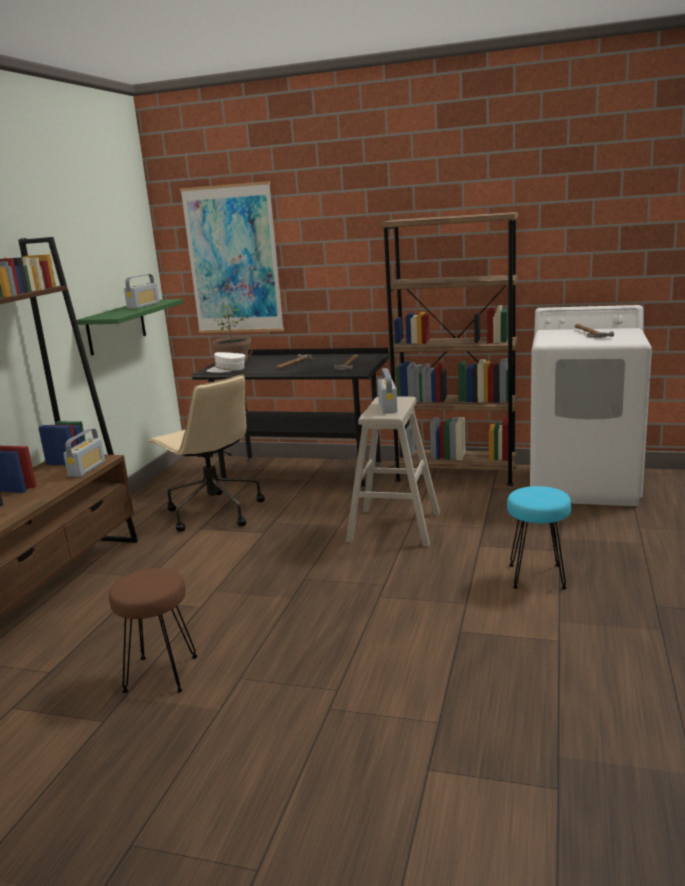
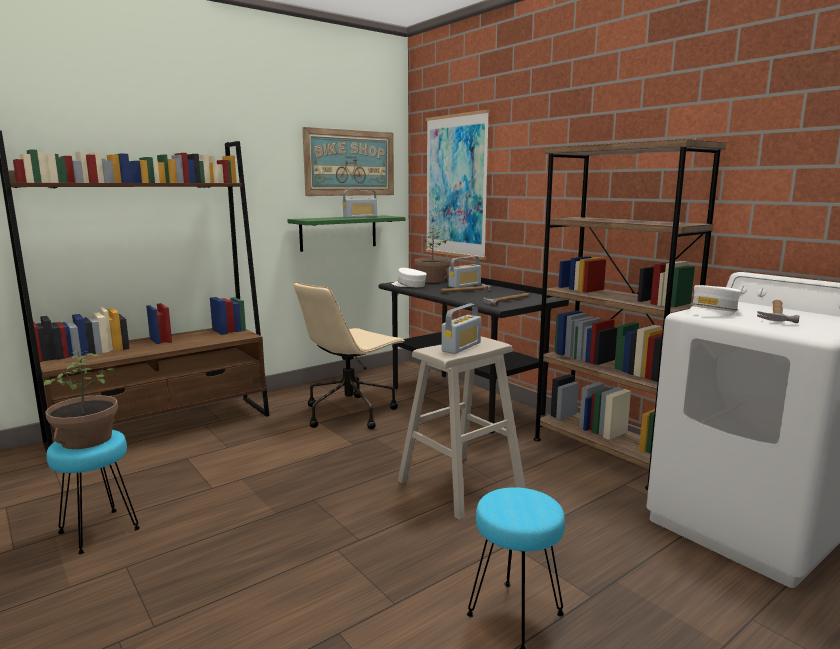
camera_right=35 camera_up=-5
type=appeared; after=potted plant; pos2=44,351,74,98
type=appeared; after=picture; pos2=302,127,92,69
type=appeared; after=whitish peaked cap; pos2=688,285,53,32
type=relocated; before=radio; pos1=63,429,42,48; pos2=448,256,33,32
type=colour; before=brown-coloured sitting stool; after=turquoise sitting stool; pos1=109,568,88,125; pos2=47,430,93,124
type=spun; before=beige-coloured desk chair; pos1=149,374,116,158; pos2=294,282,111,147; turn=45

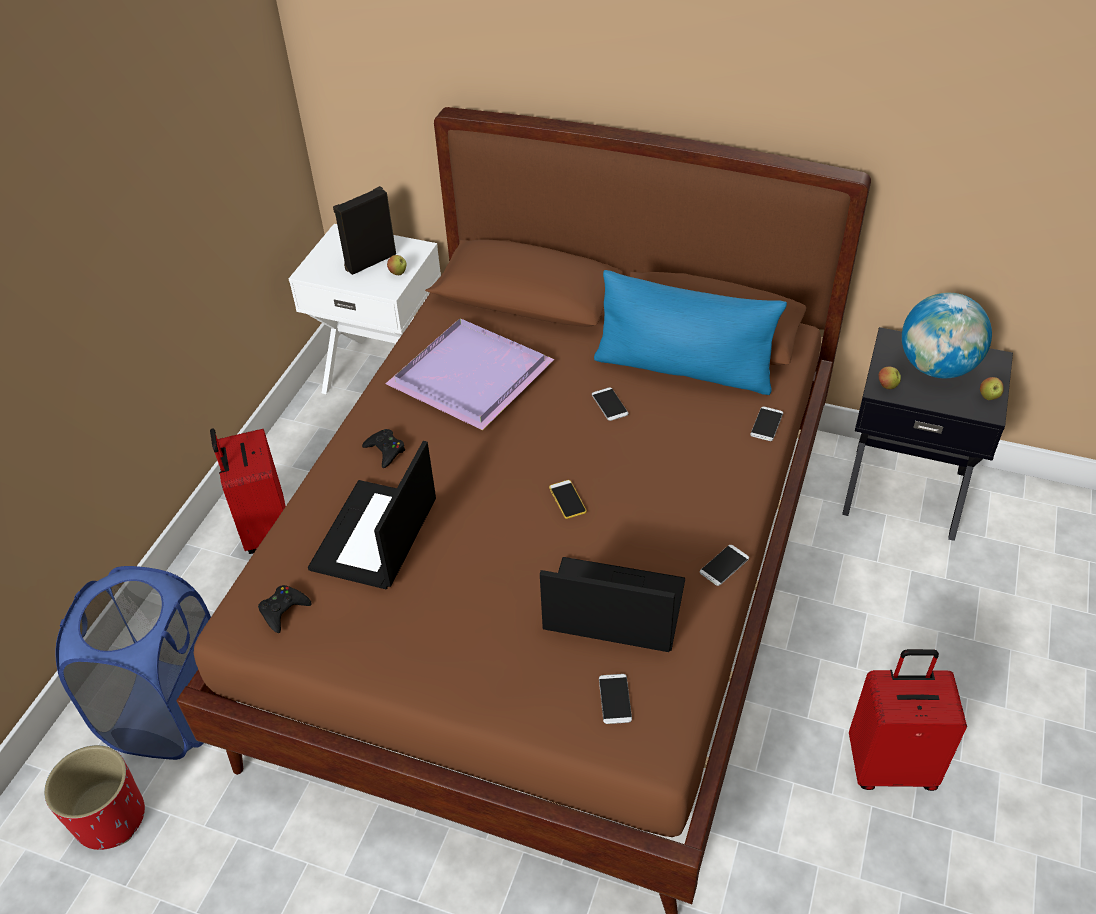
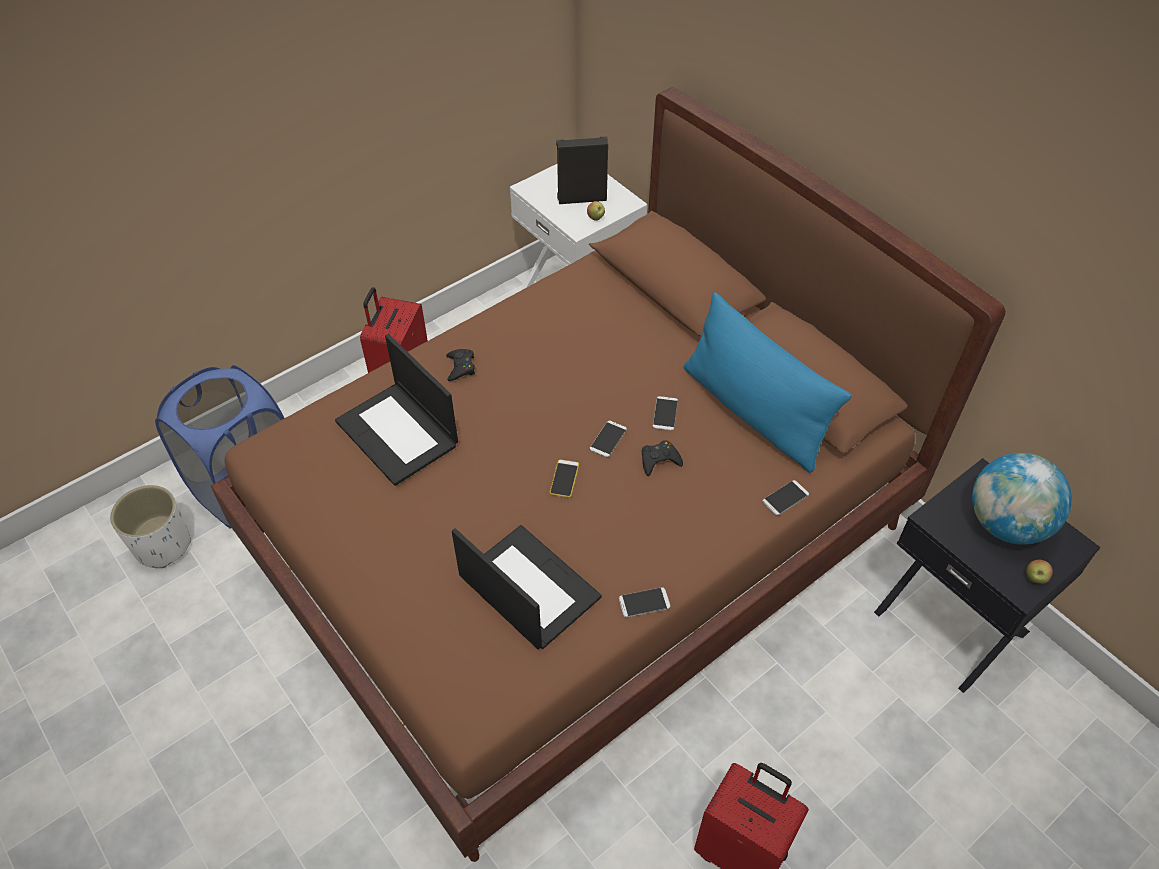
camera_right=30 camera_up=5
type=missing; before=purplish tray; pos1=385,318,169,112
type=missing; before=apple fruit; pos1=878,366,23,23
type=relocated; before=black-coloured game controller; pos1=258,585,54,48; pos2=642,440,41,36
type=relocated; before=telephone; pos1=599,674,33,50; pos2=590,421,37,36
type=colour; before=red-coloured plant pot; after=whitish plant pot; pos1=44,745,101,105; pos2=110,485,81,83
type=spun; before=laptop; pos1=308,441,128,148; pos2=335,334,123,152; turn=-90

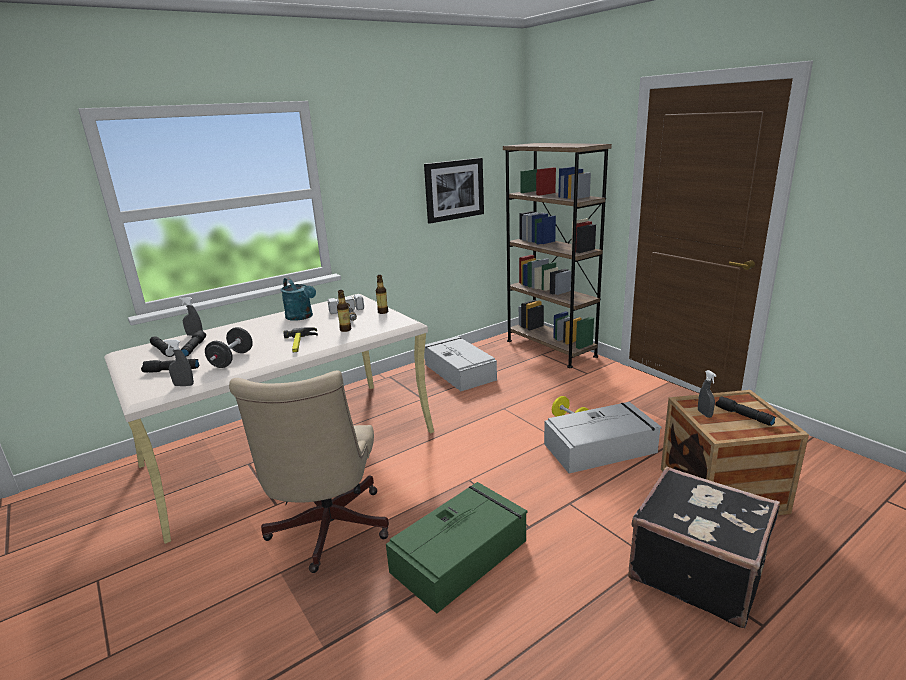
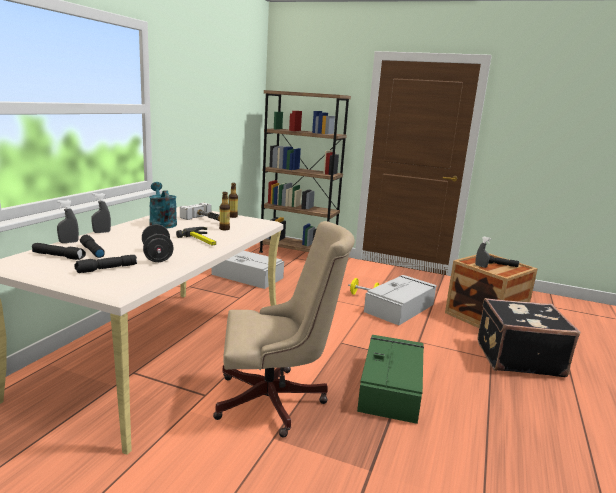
camera_right=-35 camera_up=-5
type=missing; before=picture; pos1=424,158,60,66
type=relocated; before=greyish sprayer; pos1=164,339,30,47; pos2=91,193,20,40
type=spun; before=beige-coloured desk chair; pos1=229,371,160,202; pos2=213,221,142,217; turn=-60
type=spun; before=turquoise sprinkling can; pos1=281,277,35,44; pos2=149,182,28,47; turn=-135

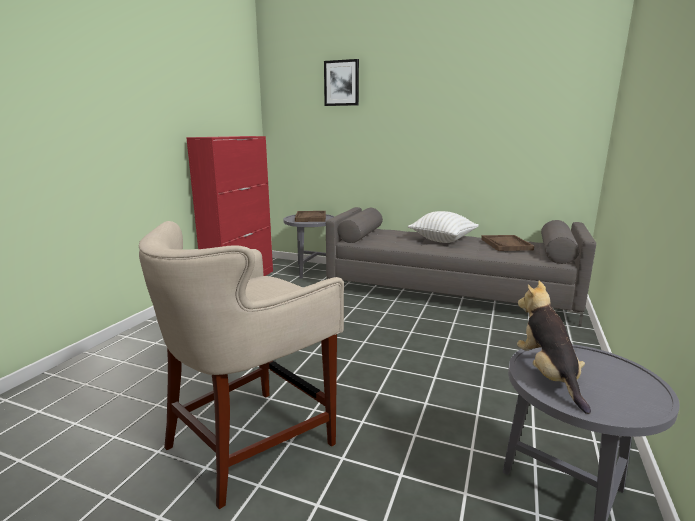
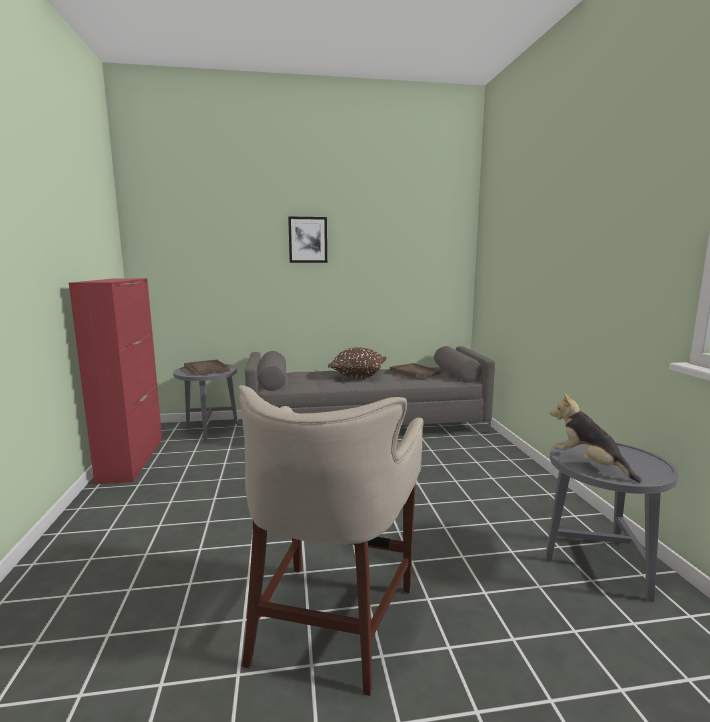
camera_right=-30 camera_up=-5
type=relocated; before=picture; pos1=324,59,35,47; pos2=288,216,39,47
type=colour; before=whitish cushion; after=brown-coloured cushion; pos1=408,211,71,32; pos2=328,347,59,31

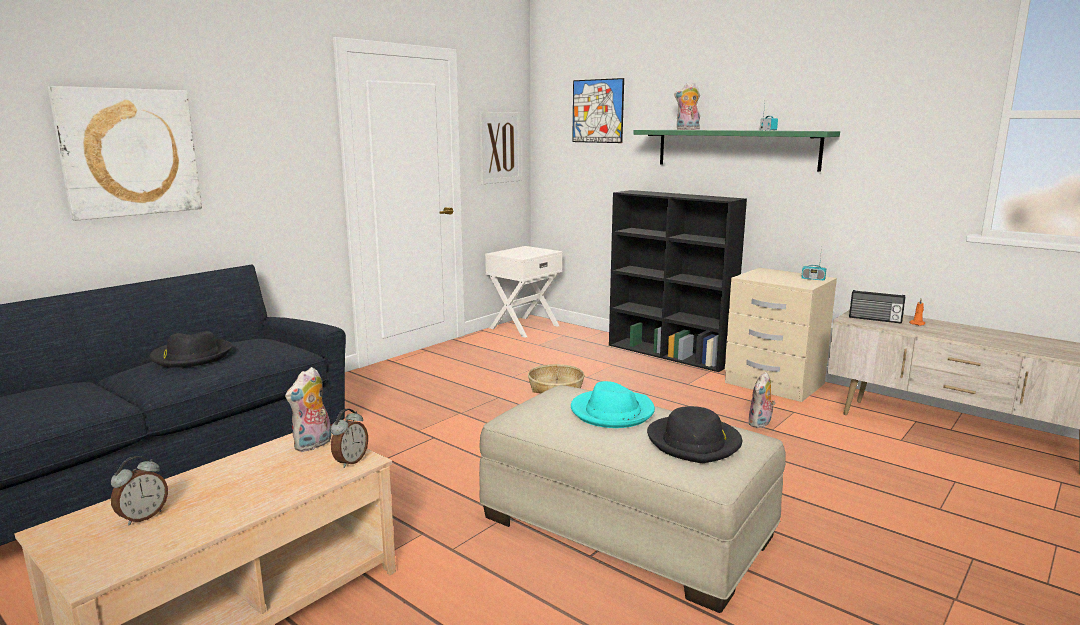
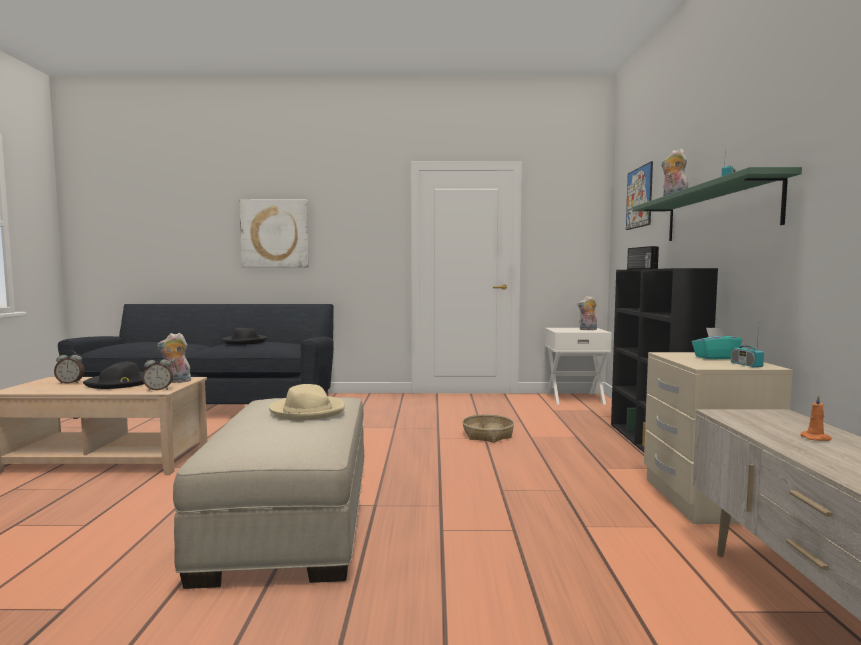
camera_right=50 camera_up=-10
type=missing; before=picture; pos1=479,112,42,72
type=appeared; after=turquoise tissue holder; pos2=692,327,50,32
type=relocated; before=black-coloured clothing hat; pos1=647,406,95,57; pos2=83,362,61,27
type=relocated; before=cuddly toy; pos1=748,372,27,56; pos2=577,296,20,34
type=relocated; before=radio; pos1=849,290,57,34; pos2=627,246,32,23
type=colour; before=turquoise clothing hat; after=beige-coloured clothing hat; pos1=571,381,84,47; pos2=269,384,76,36

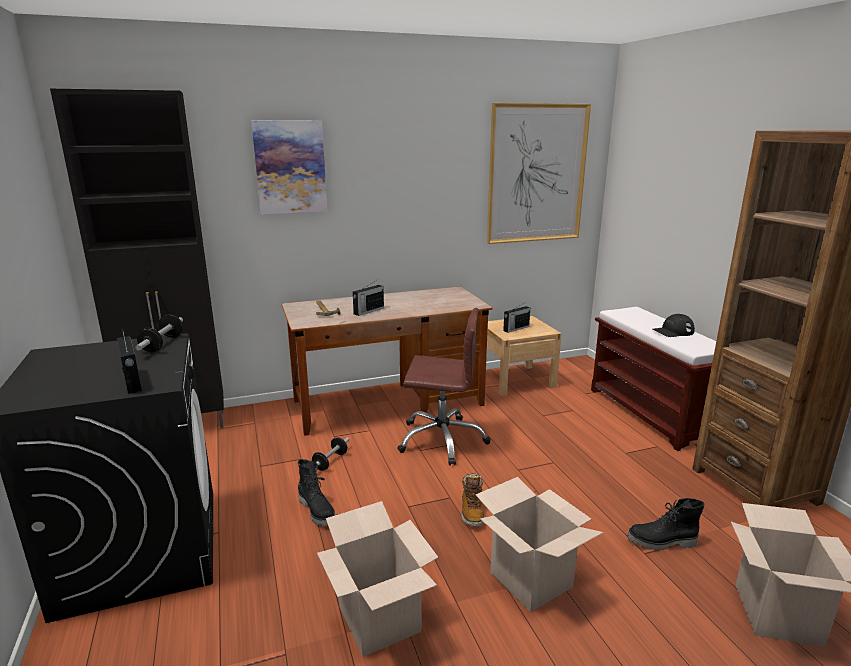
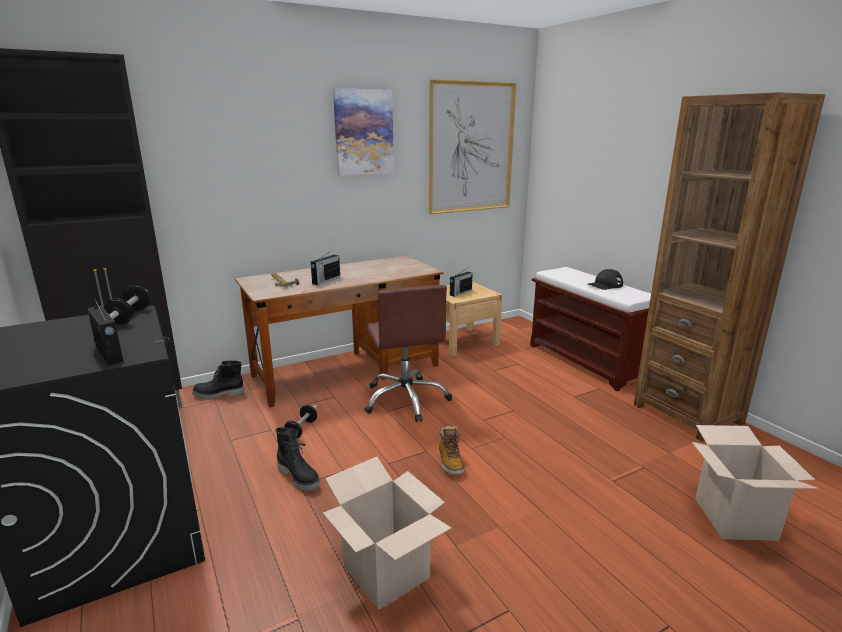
camera_right=-10 camera_up=0
type=missing; before=packing box; pos1=475,477,128,135
type=relocated; before=picture; pos1=251,120,76,94; pos2=333,88,61,88
type=relocated; before=black-coloured tall boot; pos1=627,498,78,53; pos2=192,360,52,39
type=spun; before=brown-coloured desk chair; pos1=398,308,93,158; pos2=364,285,88,137; turn=75

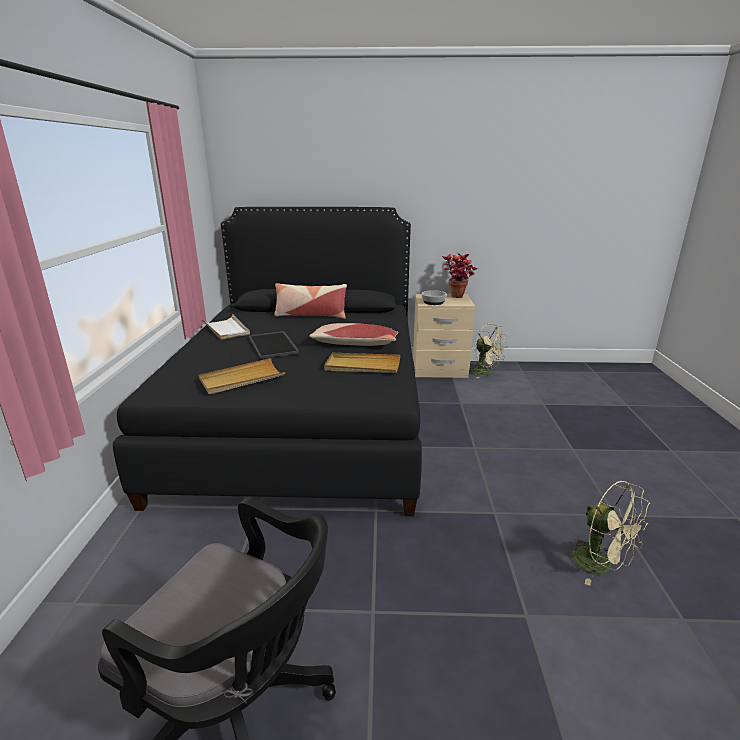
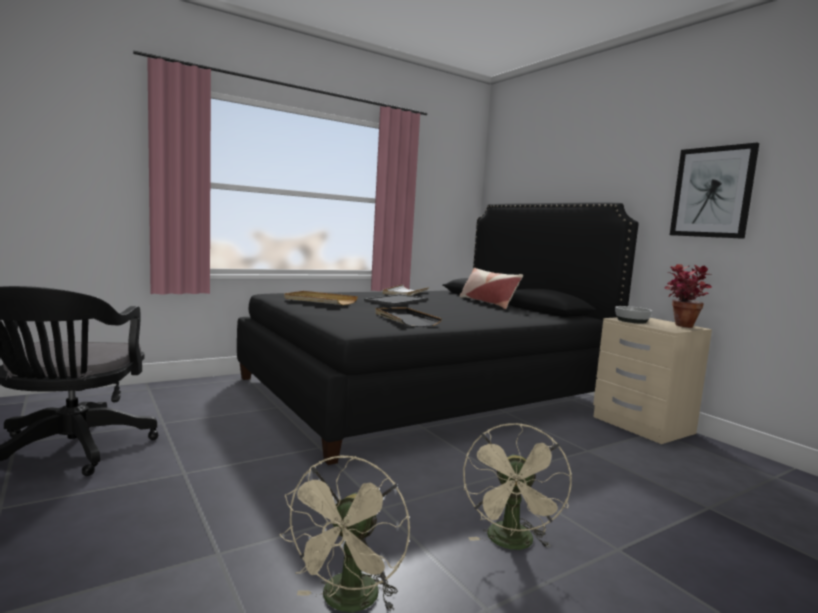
camera_right=55 camera_up=-15
type=missing; before=cushion; pos1=309,323,89,23
type=appeared; after=picture; pos2=670,143,89,96
type=relocated; before=beige-coloured cooling fan; pos1=471,324,37,55; pos2=463,423,109,127
type=colour; before=beige-coloured tray; after=black-coloured tray; pos1=324,353,76,20; pos2=375,307,67,20

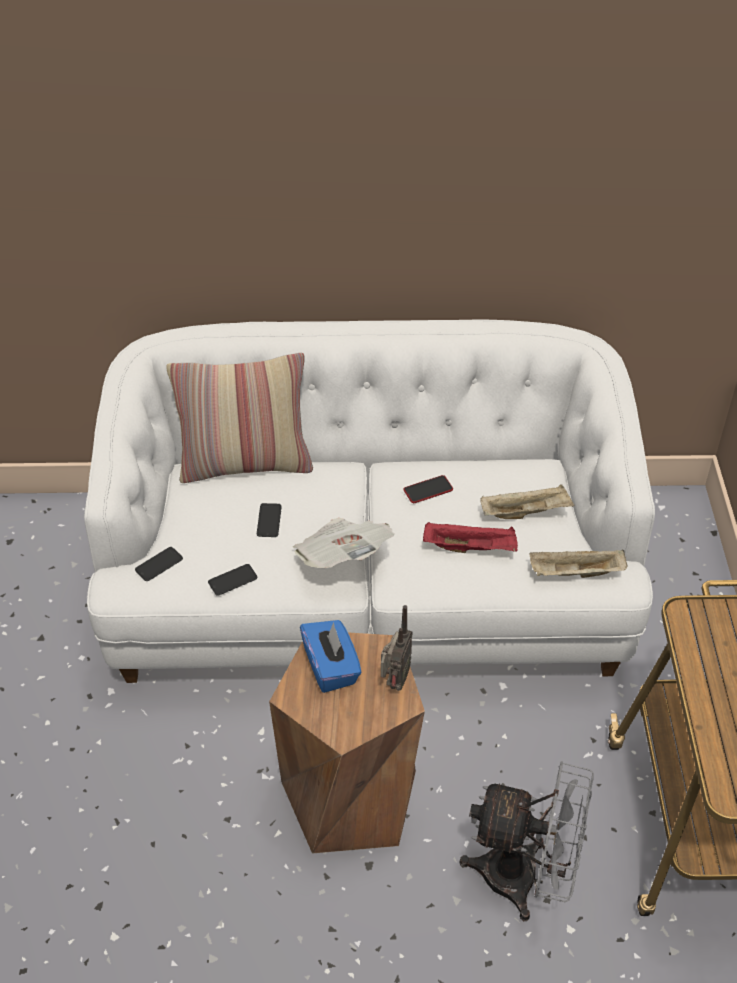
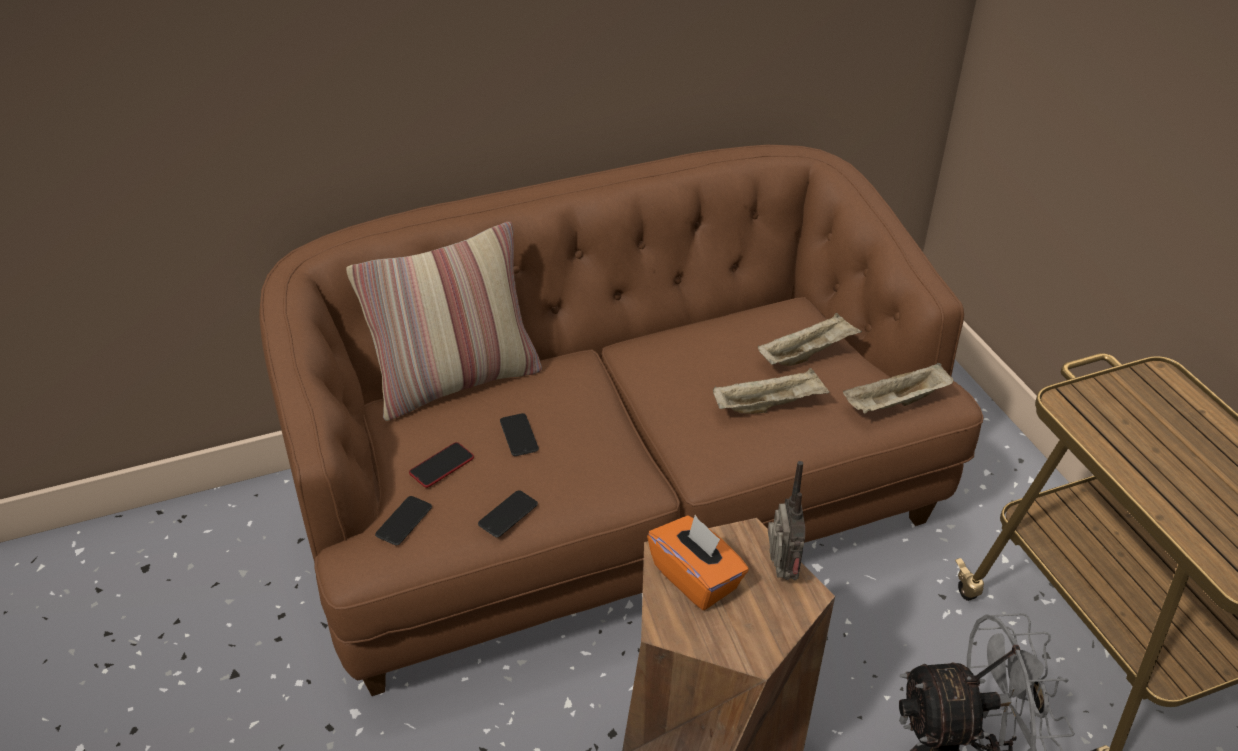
camera_right=-20 camera_up=-5
type=missing; before=printed paper; pos1=292,518,103,50
type=relocated; before=telephone; pos1=403,475,50,28; pos2=409,442,65,46
type=colour; before=whitish settee; after=brown-coloured settee; pos1=84,319,571,364; pos2=259,145,725,551
type=colour; before=blue tissue holder; after=orange tissue holder; pos1=300,620,62,73; pos2=647,515,102,95
type=colour; before=red-coloured tray; after=beige-coloured tray; pos1=423,522,95,31; pos2=713,368,117,46

